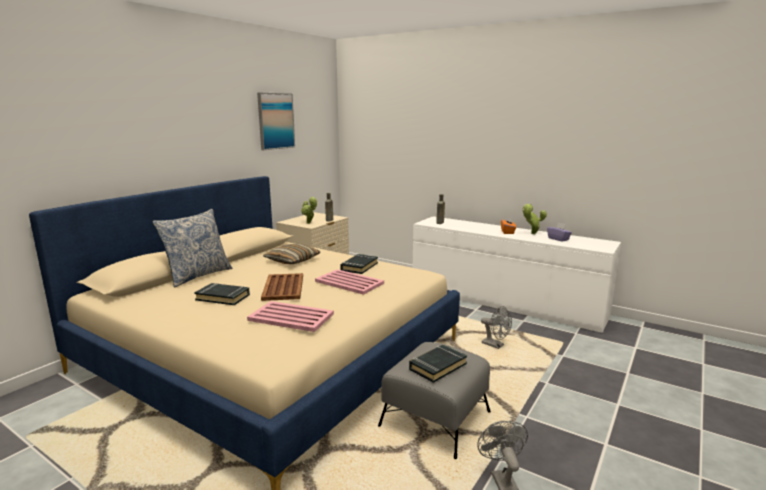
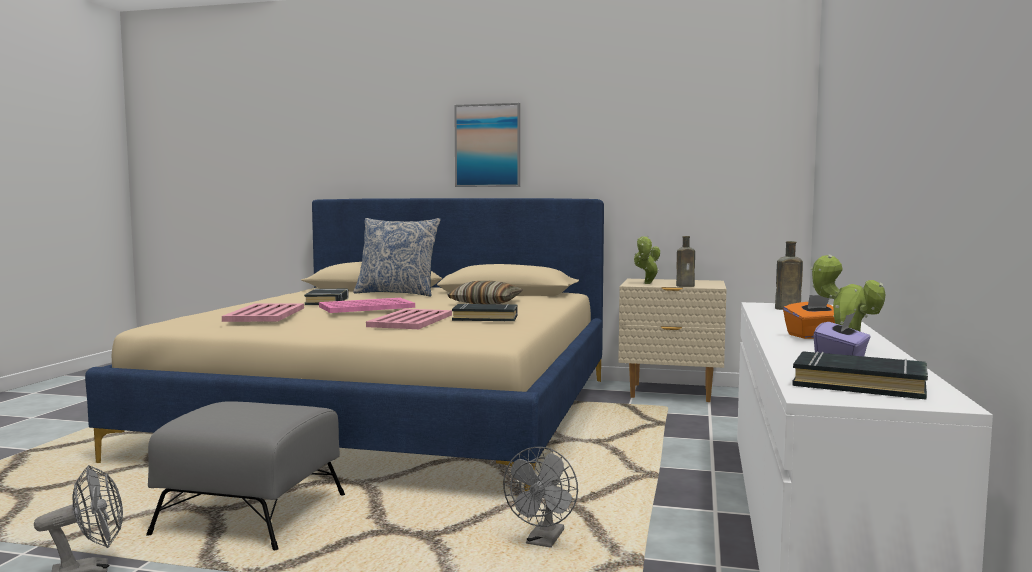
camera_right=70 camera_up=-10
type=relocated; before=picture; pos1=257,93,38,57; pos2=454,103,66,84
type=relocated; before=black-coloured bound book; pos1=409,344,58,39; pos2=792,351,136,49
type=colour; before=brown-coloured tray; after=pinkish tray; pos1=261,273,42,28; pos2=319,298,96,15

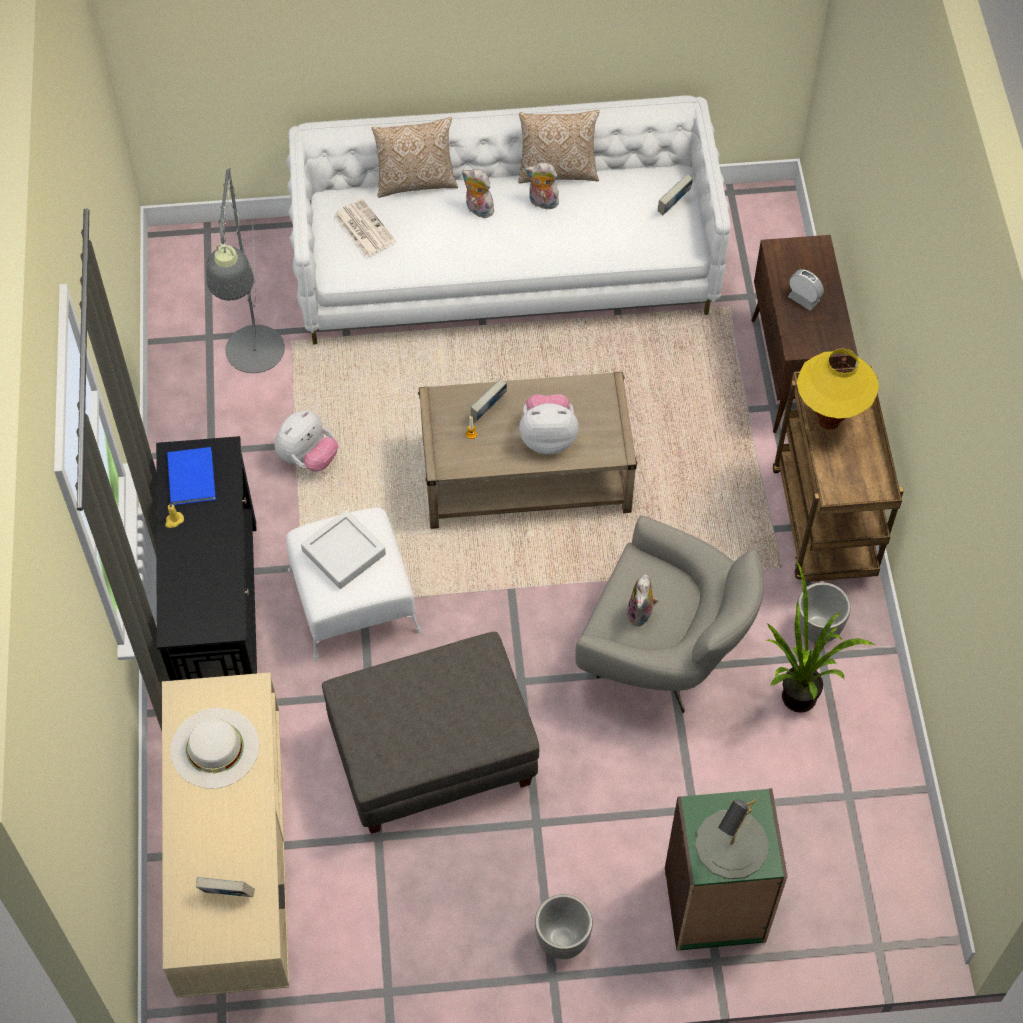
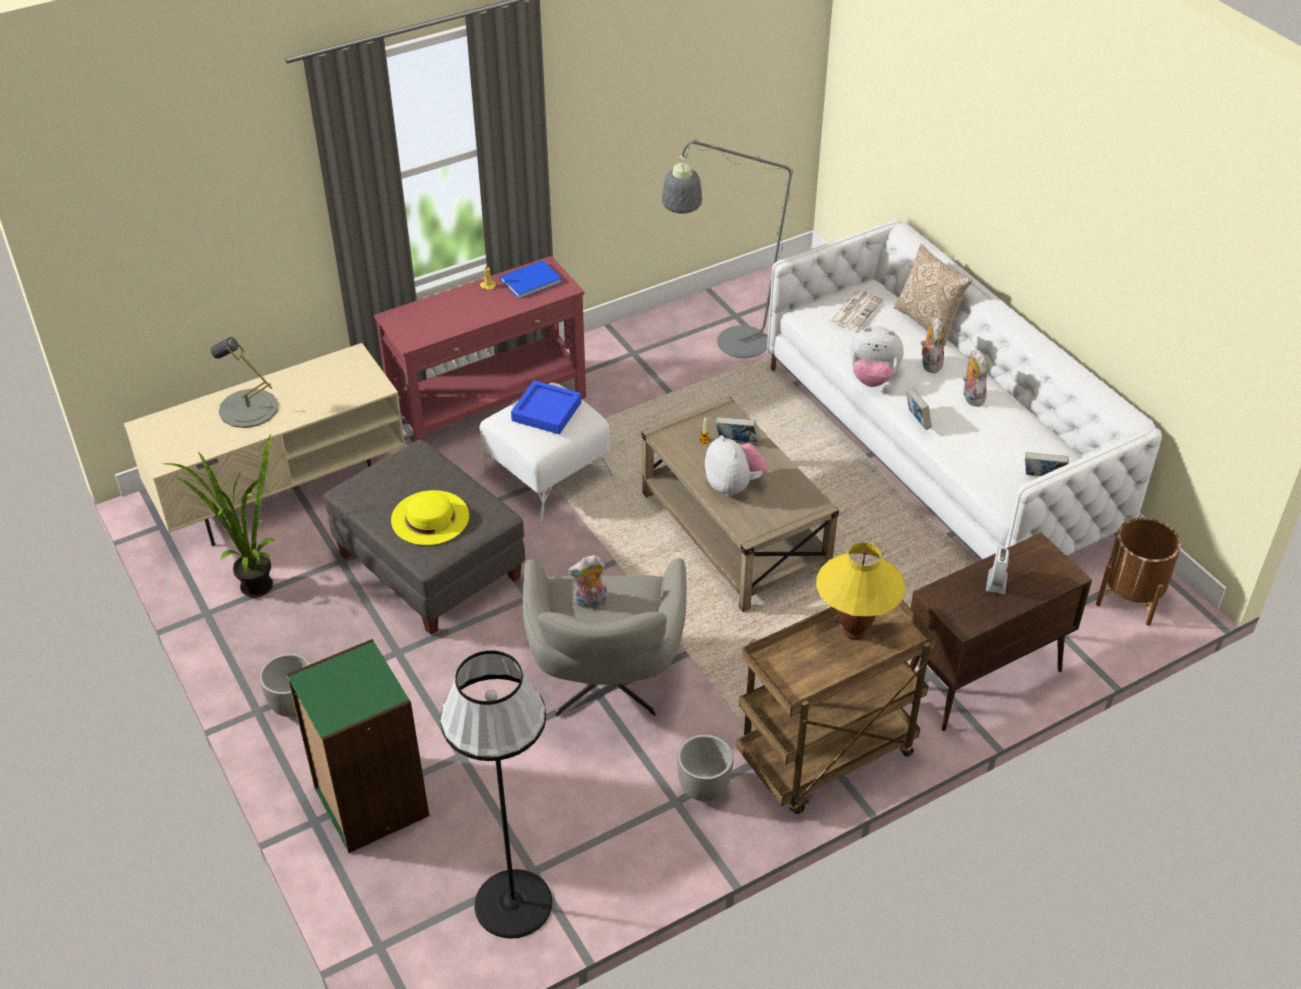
camera_right=65 camera_up=-15
type=missing; before=whitish clothing hat; pos1=171,707,88,82
type=missing; before=cushion; pos1=518,110,82,73
type=appeared; after=yellow-coloured clothing hat; pos2=391,490,78,55
type=appeared; after=black-coloured floor lamp; pos2=440,650,113,289
type=appeared; after=brown-coloured plant pot; pos2=1096,517,85,109
type=relocated; before=bound book; pos1=196,877,59,20; pos2=906,388,26,42
type=relocated; before=cuddly toy; pos1=274,410,64,62; pos2=850,327,54,60
type=relocated; before=greyish tabletop lamp; pos1=695,798,74,81; pos2=211,337,67,91
type=relocated; before=potted plant; pos1=766,561,109,152; pos2=161,433,115,164
type=colour; before=black-coloured hall table; after=red-coloured hall table; pos1=156,436,101,245; pos2=374,256,212,186
type=colour; before=greyish tray; after=blue tray; pos1=301,510,85,79; pos2=511,380,70,54

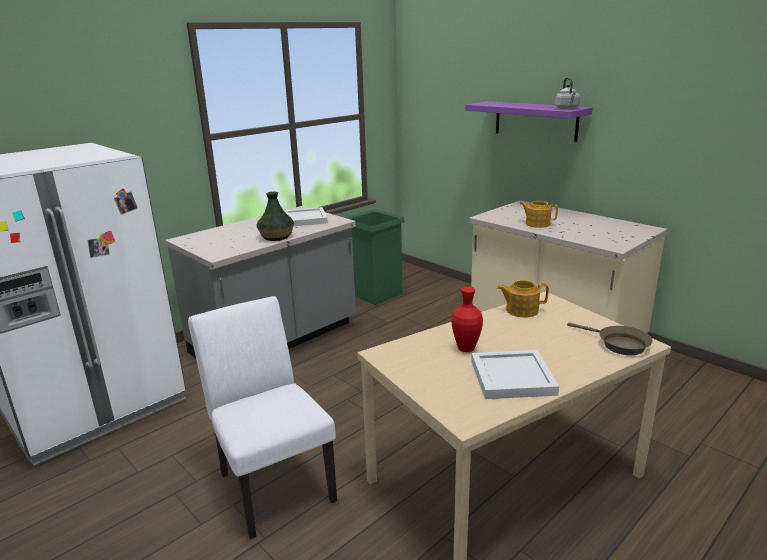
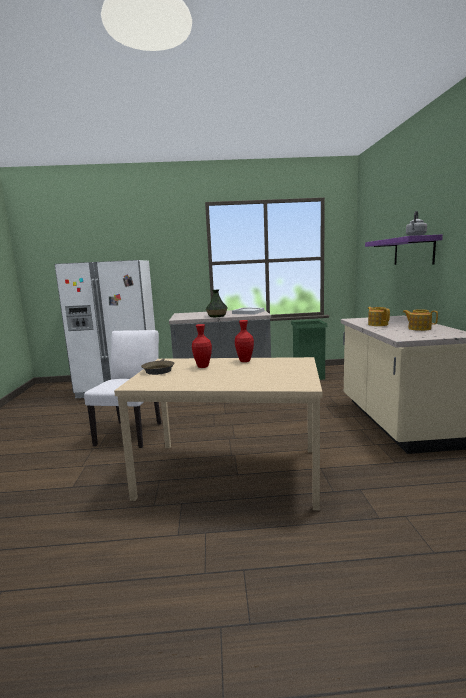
camera_right=40 camera_up=-10
type=missing; before=whitish tray; pos1=471,350,88,49
type=appeared; after=red-coloured flower vase; pos2=235,320,19,42
type=relocated; before=teapot; pos1=497,280,52,38; pos2=403,309,35,22
type=relocated; before=brown-coloured skillet; pos1=567,322,86,33; pos2=141,358,34,17

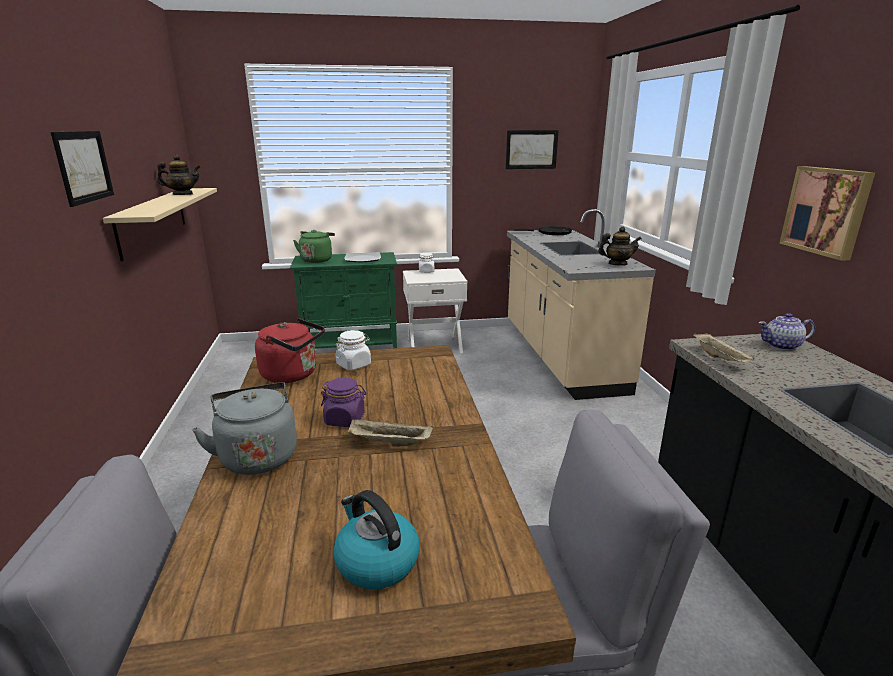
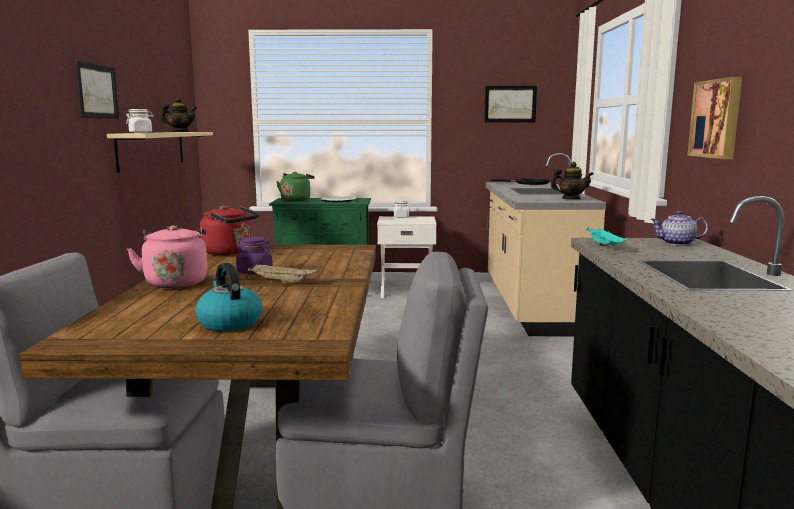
camera_right=10 camera_up=-10
type=relocated; before=whitish preserve jar; pos1=335,330,36,40; pos2=126,109,27,24
type=colour; before=greyish water kettle; after=pinkish water kettle; pos1=192,382,105,93; pos2=127,225,80,63
type=colour; before=beige-coloured tray; after=turquoise tray; pos1=693,333,62,29; pos2=587,227,40,19

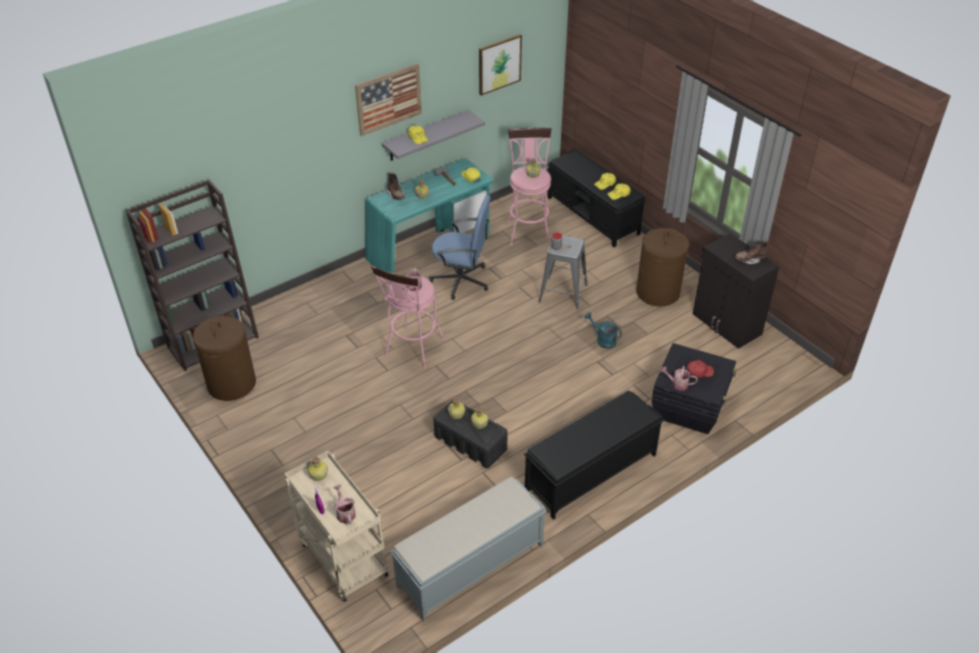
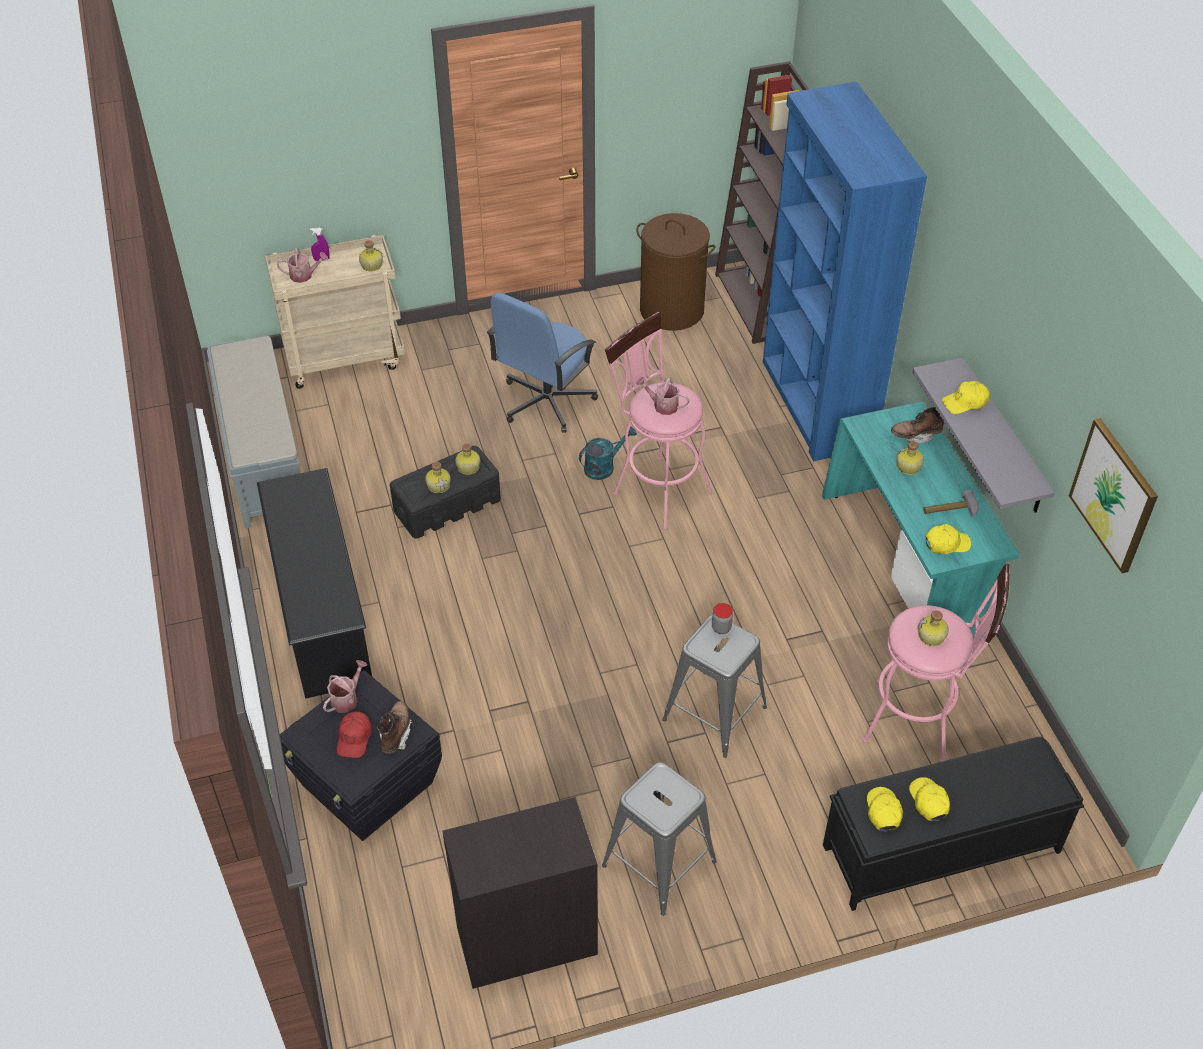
camera_right=110 camera_up=5
type=missing; before=picture; pos1=355,63,67,73
type=appeared; after=blue bookcase; pos2=763,82,164,379
type=relocated; before=blue desk chair; pos1=429,195,62,105; pos2=487,292,111,141
type=relocated; before=turquoise sprinkling can; pos1=584,312,38,37; pos2=579,426,58,54
type=relocated; before=brown-coloured tall boot; pos1=734,240,34,24; pos2=377,701,35,53
type=exchanged; before=black-coloured indoor bench; after=black-coloured shoe shelf; pos1=524,391,140,129; pos2=257,468,115,231
type=exchanged; before=brown-coloured washing basket; after=greyish sitting stool; pos1=636,228,53,78; pos2=602,762,115,154

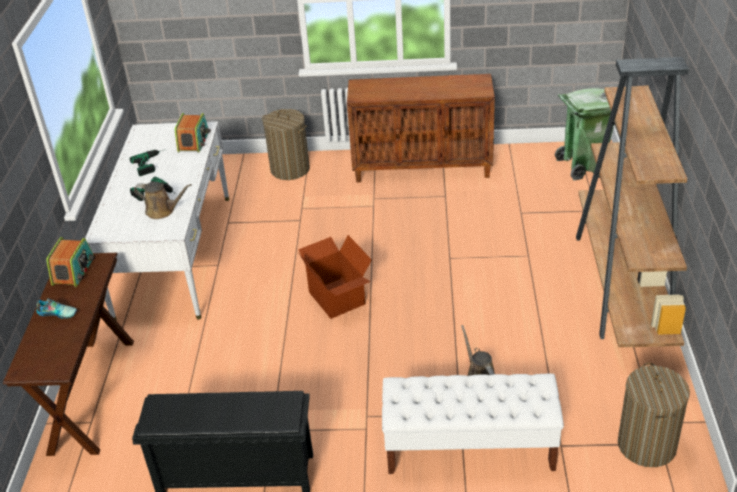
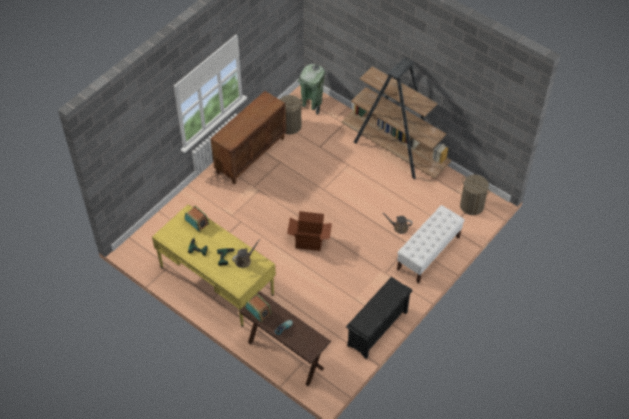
camera_right=-55 camera_up=15
type=relocated; before=washing basket; pos1=262,109,48,71; pos2=279,95,24,39
type=colour; before=whitish desk; after=yellow-coloured desk; pos1=85,121,144,200; pos2=152,204,124,123

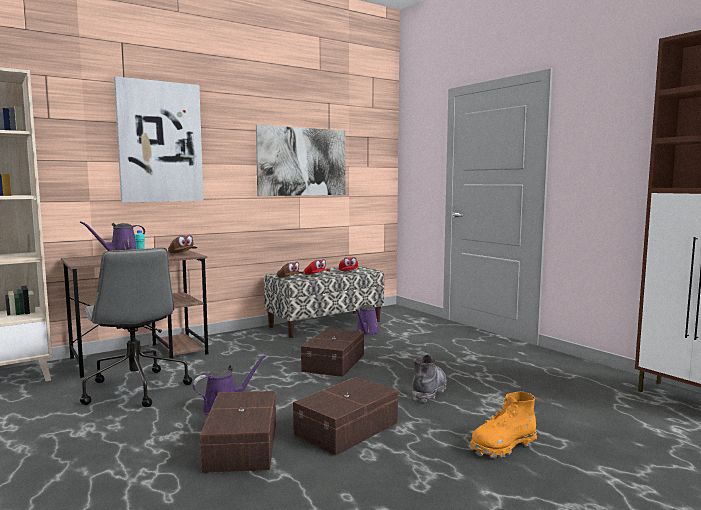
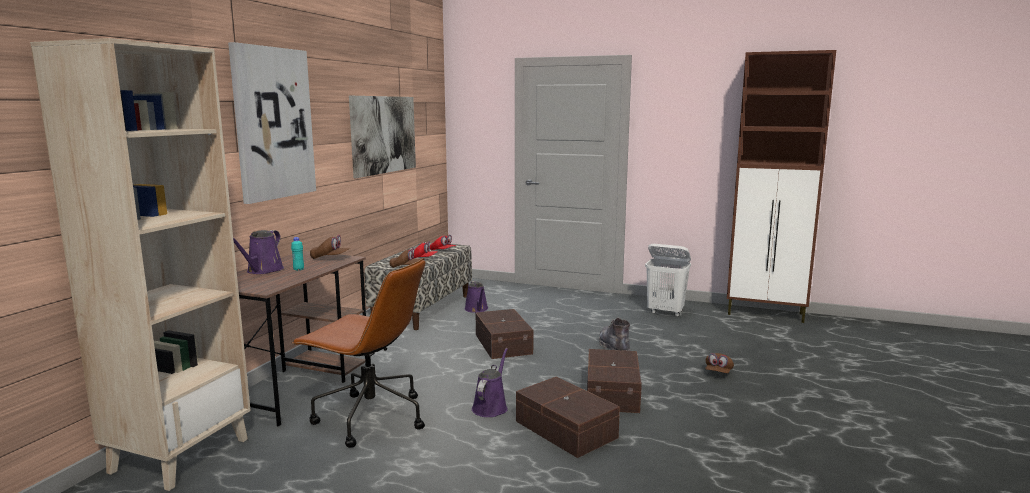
camera_right=-35 camera_up=5
type=appeared; after=whitish washing basket; pos2=645,244,46,73
type=exchanged; before=orange tall boot; after=brown-coloured peaked cap; pos1=470,391,67,67; pos2=705,353,29,20
type=colour; before=greyish desk chair; after=brown-coloured desk chair; pos1=80,247,112,160; pos2=291,258,134,190

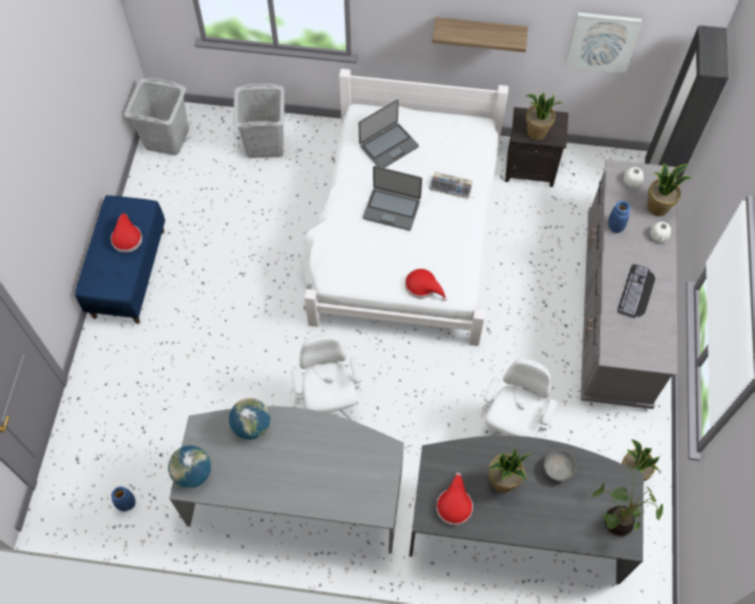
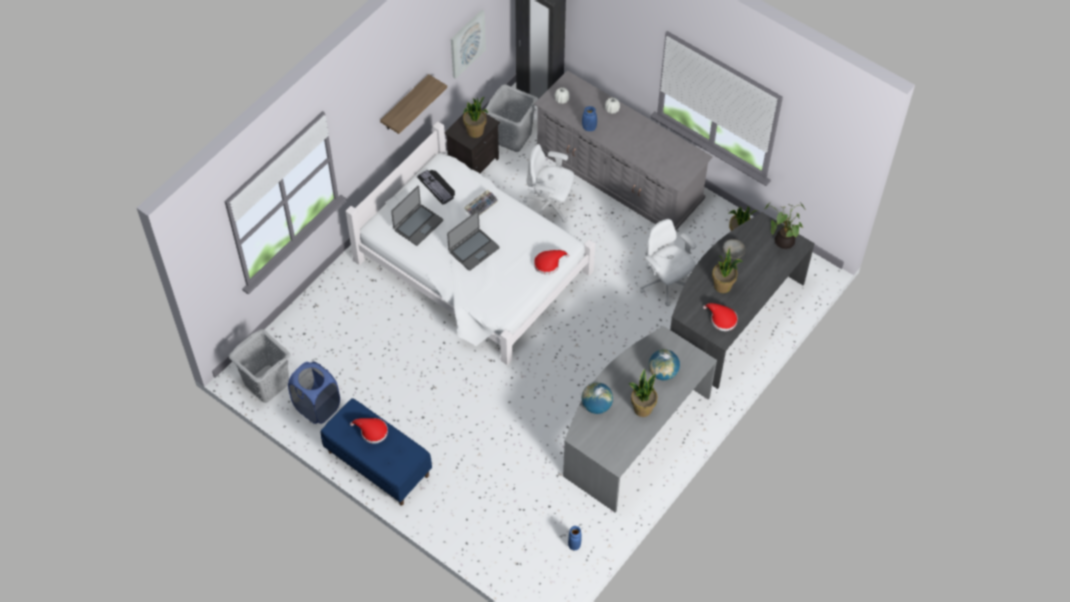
camera_right=-60 camera_up=-5
type=appeared; after=blue washing basket; pos2=288,361,52,63
type=relocated; before=desk globe; pos1=168,445,43,43; pos2=649,349,31,32
type=relocated; before=greyish washing basket; pos1=233,84,51,74; pos2=485,84,53,68
type=relocated; before=whitish desk chair; pos1=291,334,71,88; pos2=523,144,51,79
type=relocated; before=keyboard; pos1=617,264,38,54; pos2=417,170,38,34
type=relocated; before=potted plant; pos1=647,163,45,53; pos2=629,369,29,48
type=spun; before=laptop; pos1=359,99,60,69; pos2=391,186,52,60; turn=45

